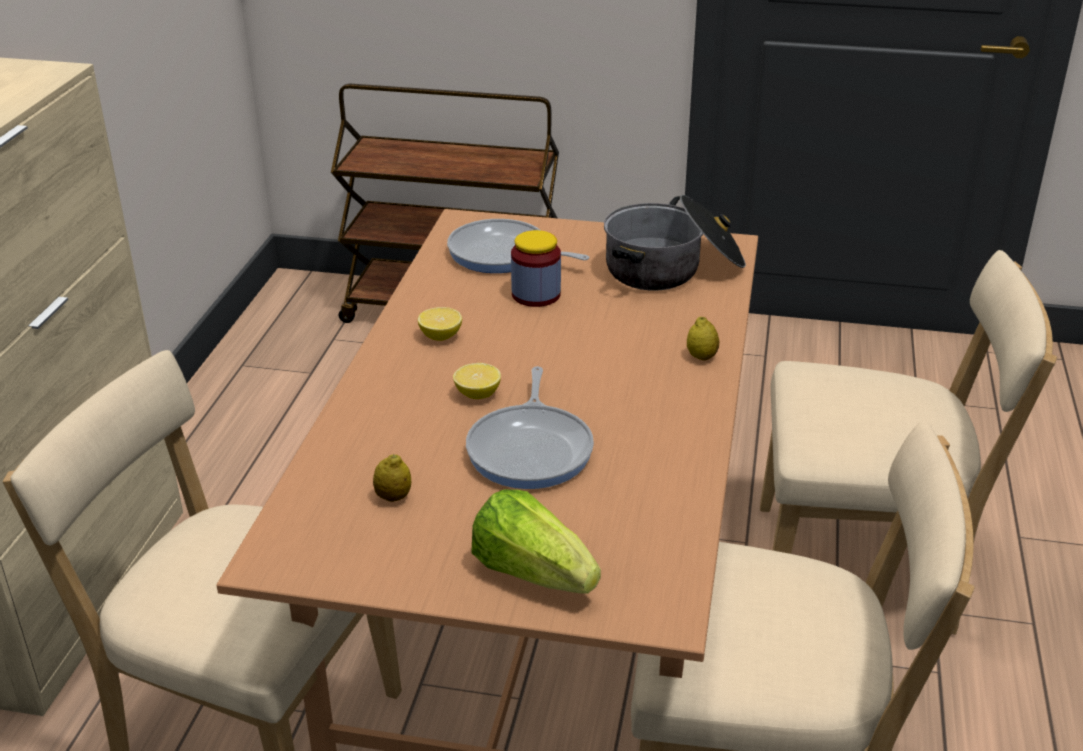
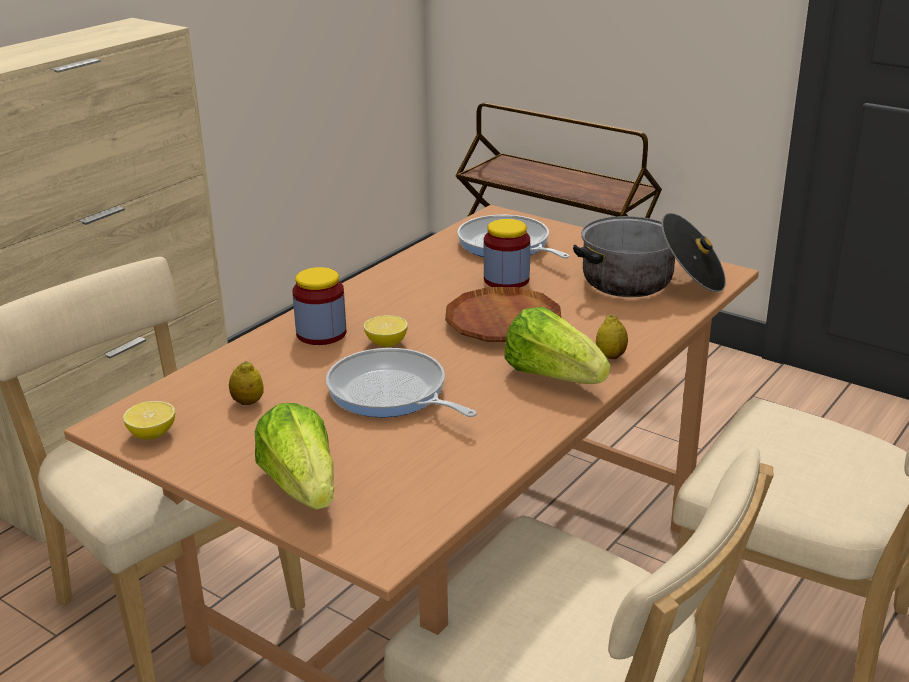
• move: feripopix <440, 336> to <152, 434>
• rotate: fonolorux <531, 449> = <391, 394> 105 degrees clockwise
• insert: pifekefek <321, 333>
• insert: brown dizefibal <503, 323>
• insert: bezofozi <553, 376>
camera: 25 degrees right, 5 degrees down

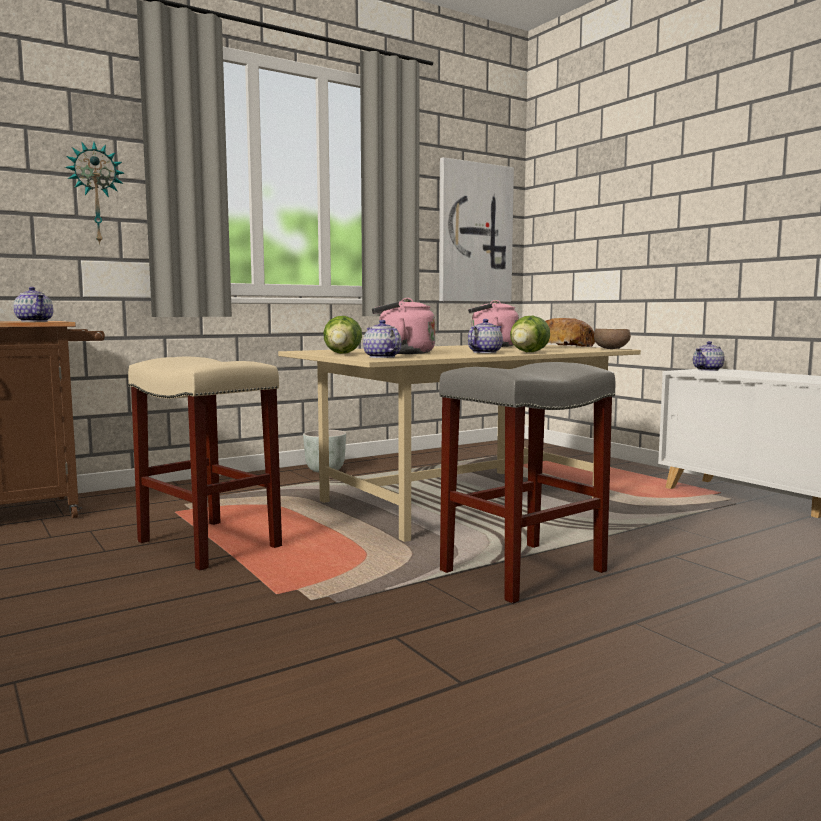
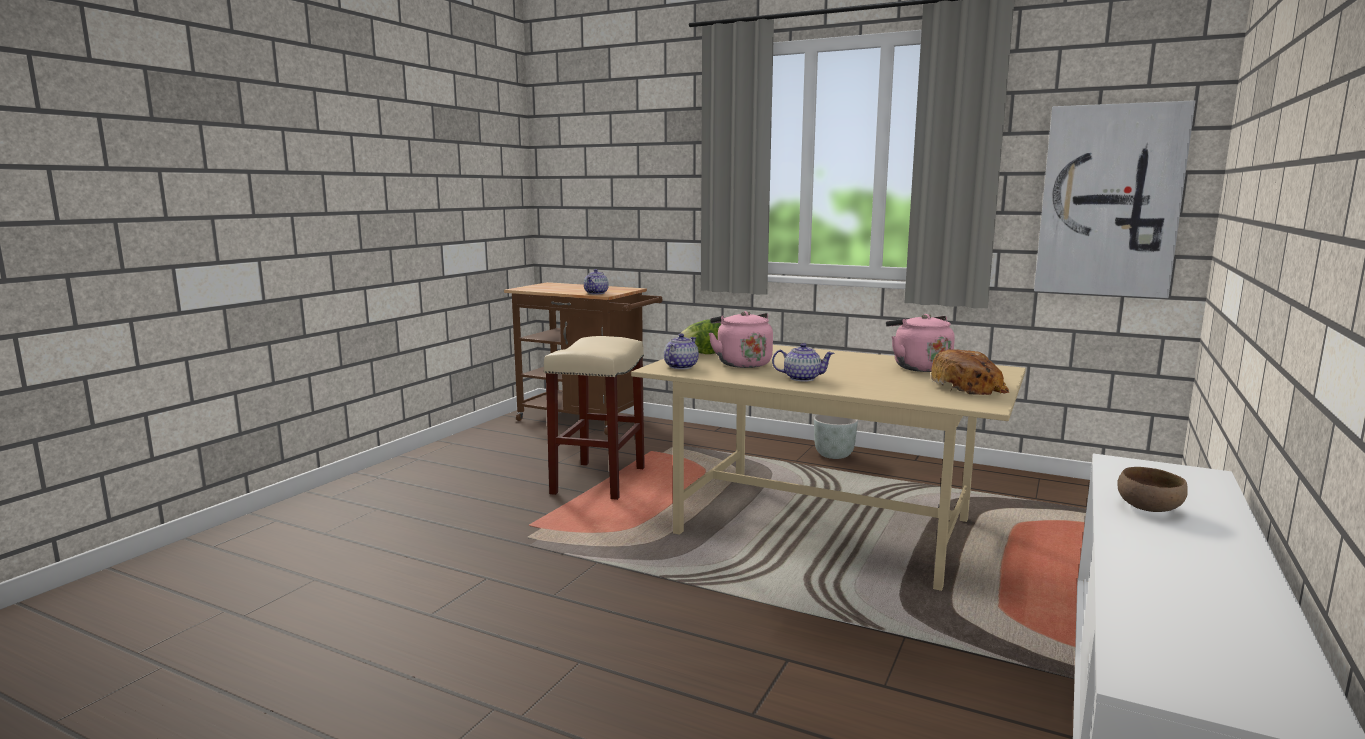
• delete: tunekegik <95, 193>
• delete: bezofozi <528, 352>
• move: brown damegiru <612, 349> to <1150, 509>
• delete: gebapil <708, 370>
• delete: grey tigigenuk <522, 572>
camera: 60 degrees right, 5 degrees up

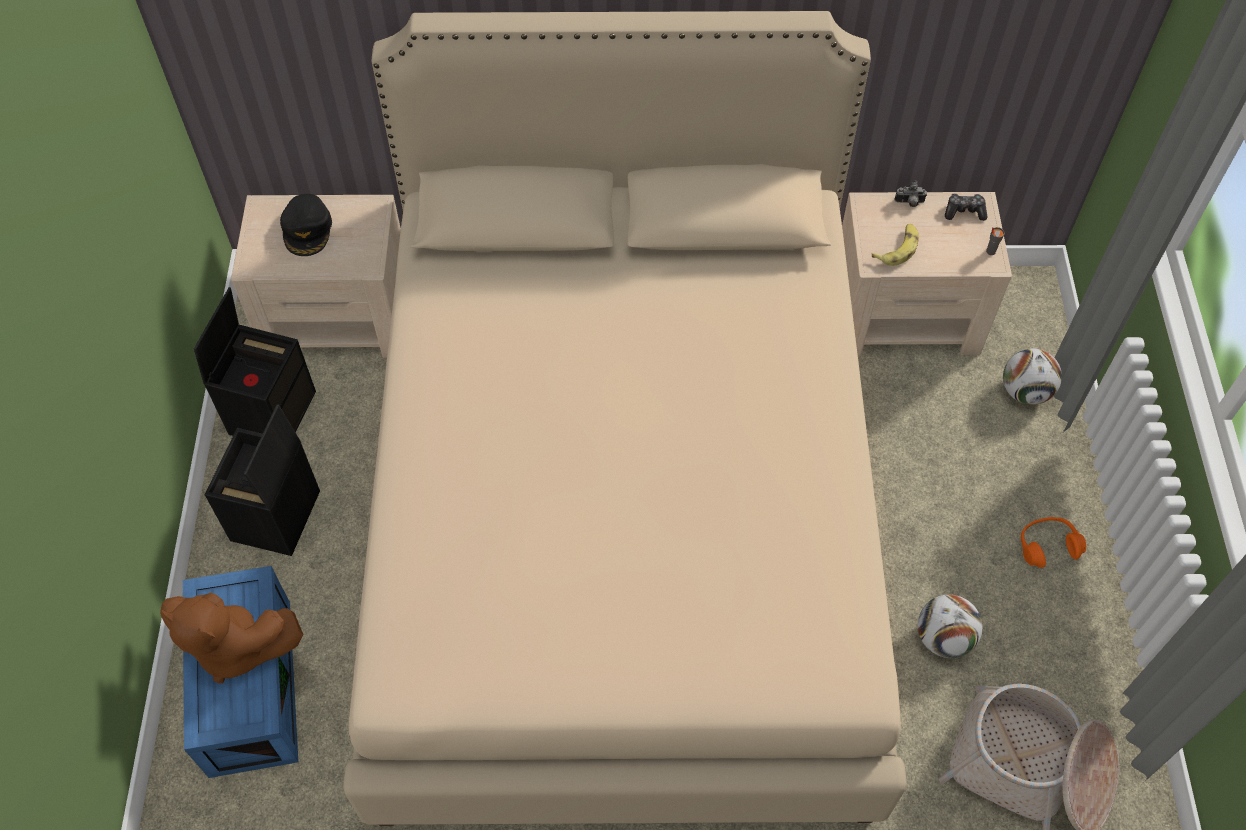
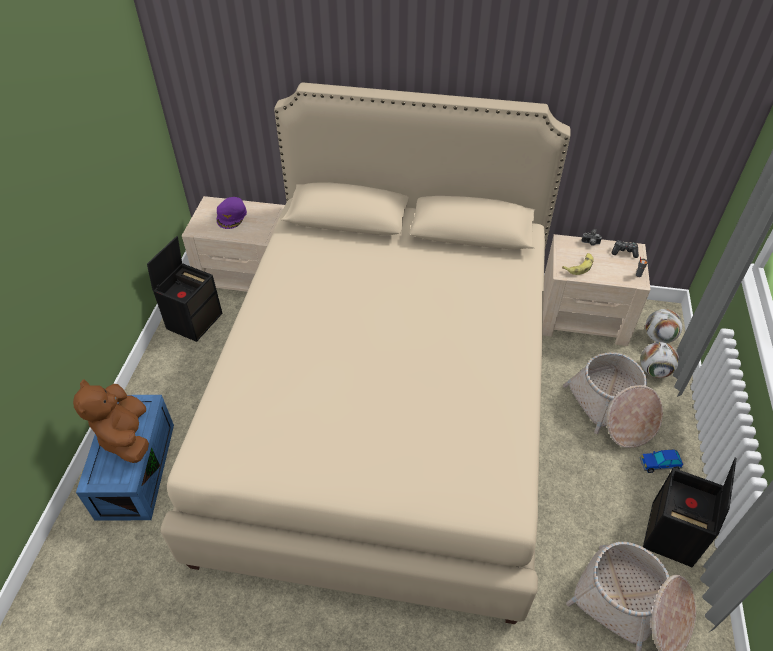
• recolor: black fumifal <307, 229> to purple fumifal <231, 216>
• move: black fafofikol <276, 517> to <672, 535>
• replace: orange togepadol <1047, 546> to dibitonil <659, 464>
• rotate: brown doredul <235, 646> = <126, 437> 45 degrees clockwise
• move: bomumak <943, 638> to <658, 337>
• insert: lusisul <612, 410>
camera: 10 degrees right, 10 degrees down

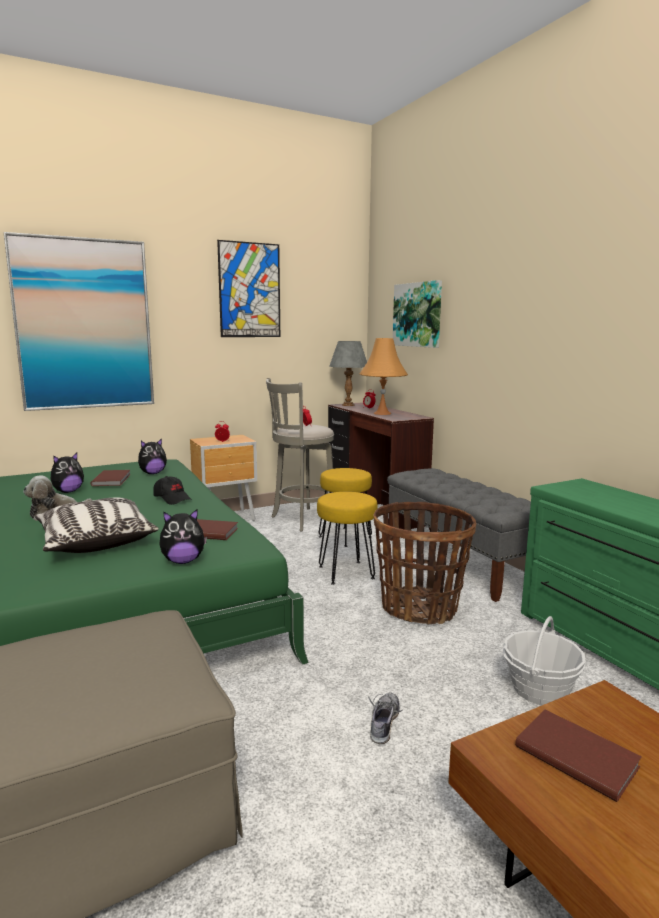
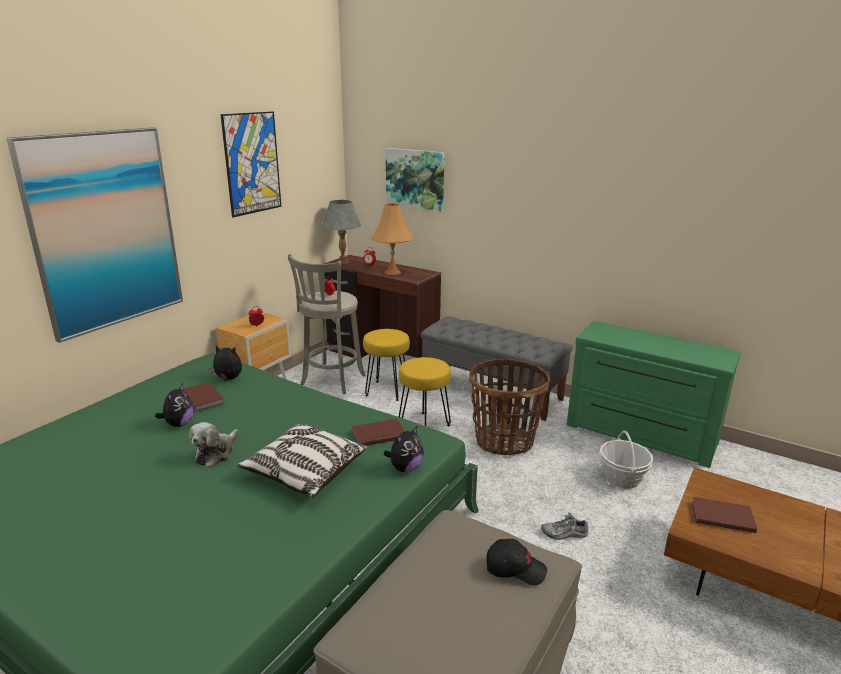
• rotate: doredul <152, 473> = <228, 379> 105 degrees counterclockwise
• move: black fumifal <172, 498> to <515, 569>
• rotate: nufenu <384, 723> = <564, 534> 75 degrees counterclockwise
camera: 30 degrees left, 10 degrees up

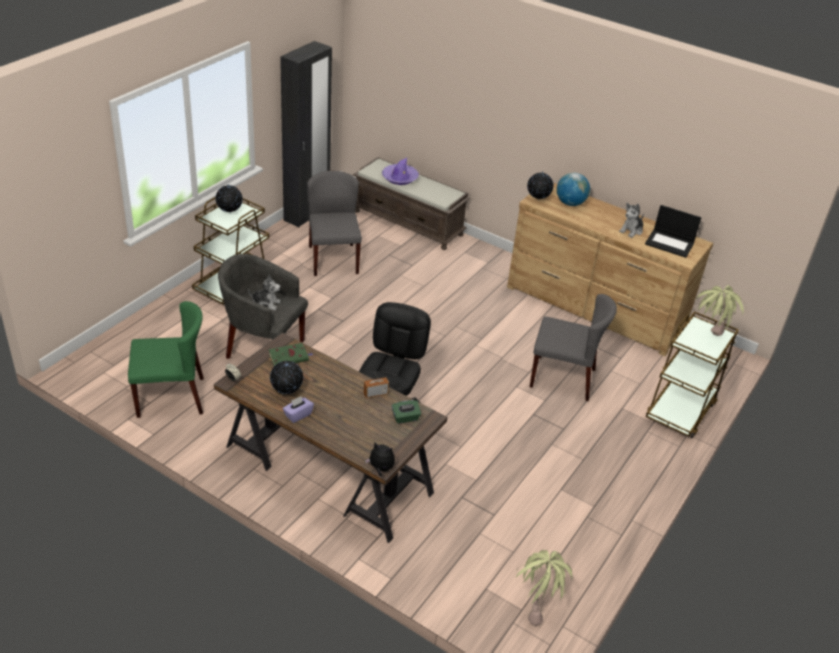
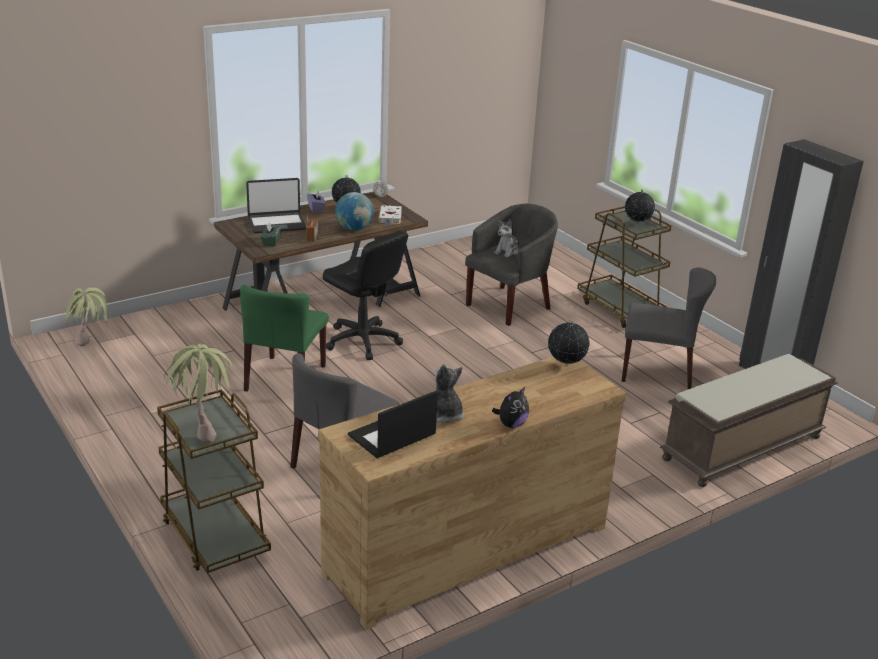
• delete: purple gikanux <400, 178>
• move: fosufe <570, 203> to <354, 229>
• move: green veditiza <171, 397> to <285, 378>
• recolor: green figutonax <289, 357> to white figutonax <390, 217>
• move: doredul <380, 469> to <511, 424>
• insert: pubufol <276, 224>
camera: 115 degrees right, 10 degrees down

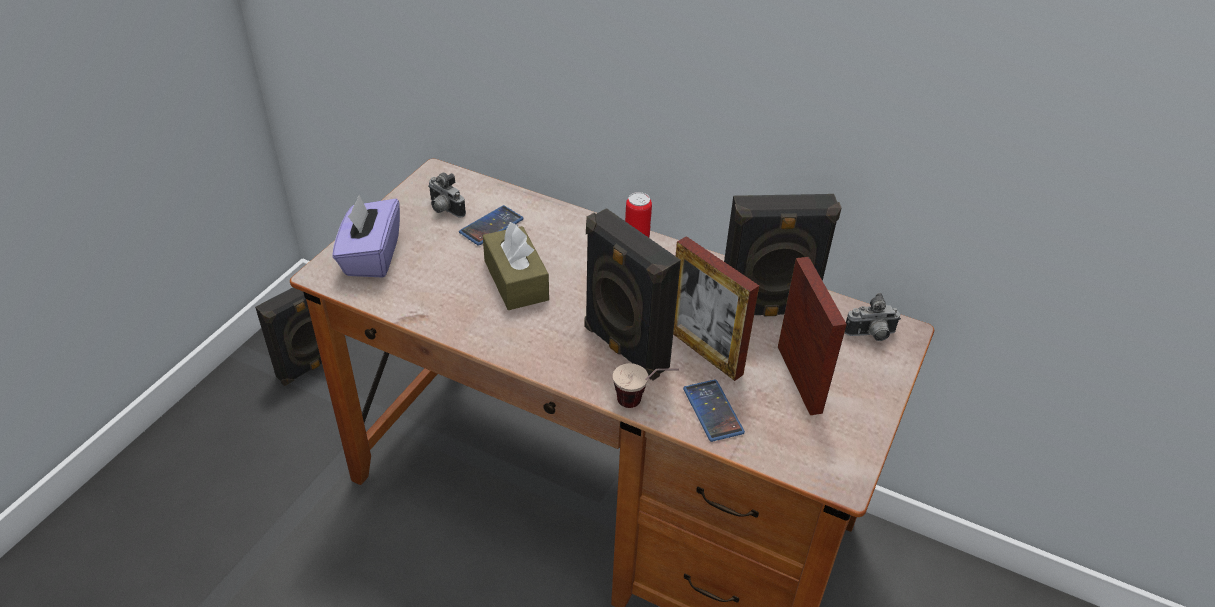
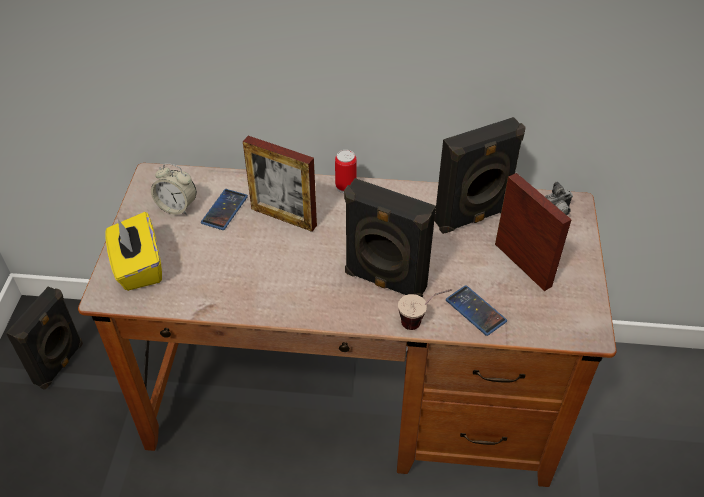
• replace: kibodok <444, 210> to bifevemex <177, 207>
• recolor: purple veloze <371, 256> to yellow veloze <138, 267>
• delete: brown veloze <516, 280>
• move: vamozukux <705, 352> to <283, 217>
camera: 20 degrees left, 5 degrees up

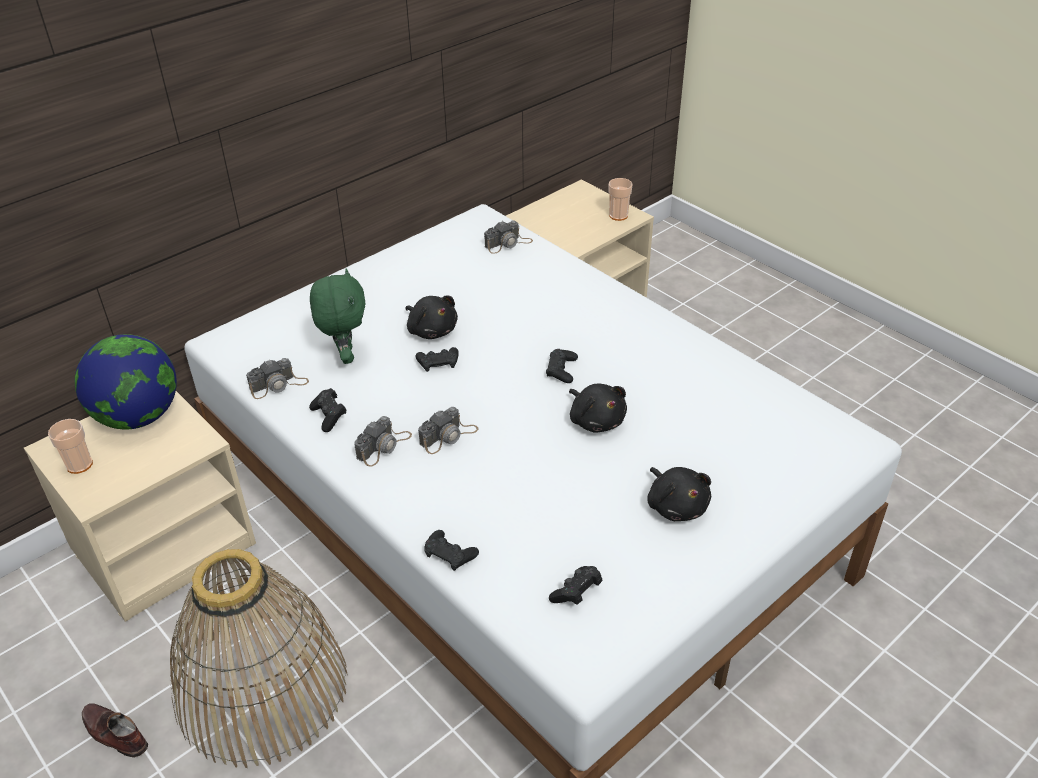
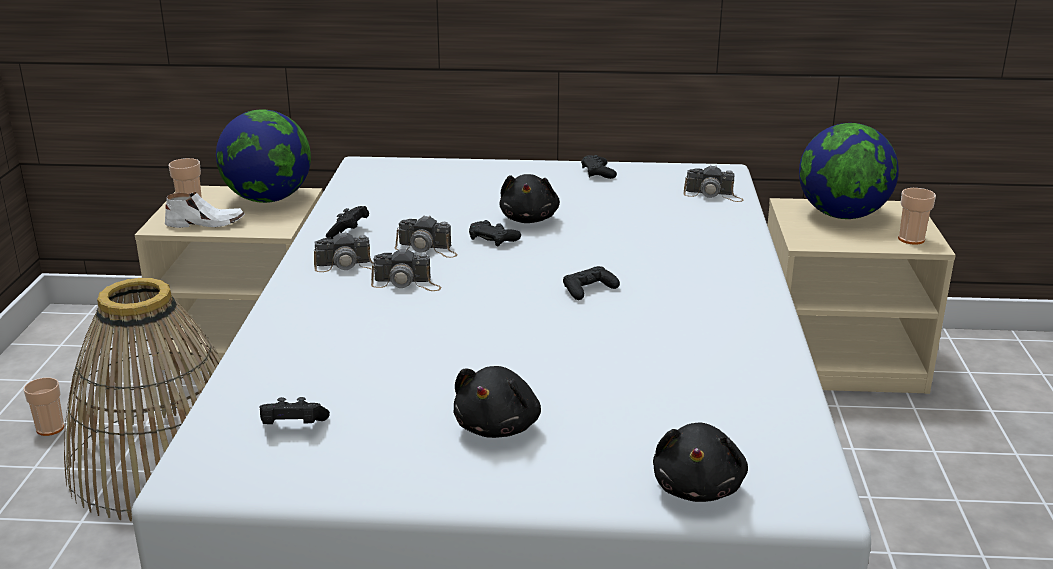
• delete: green doredul <345, 355>
• move: kibodok <278, 385> to <427, 249>
• move: black doredul <596, 420> to <698, 487>
• move: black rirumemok <450, 554> to <598, 173>
• replace: brown nufenu <114, 734> to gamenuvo <50, 428>
• insert: fosufe <842, 215>
• insert: white nufenu <206, 223>
camera: 45 degrees right, 15 degrees down

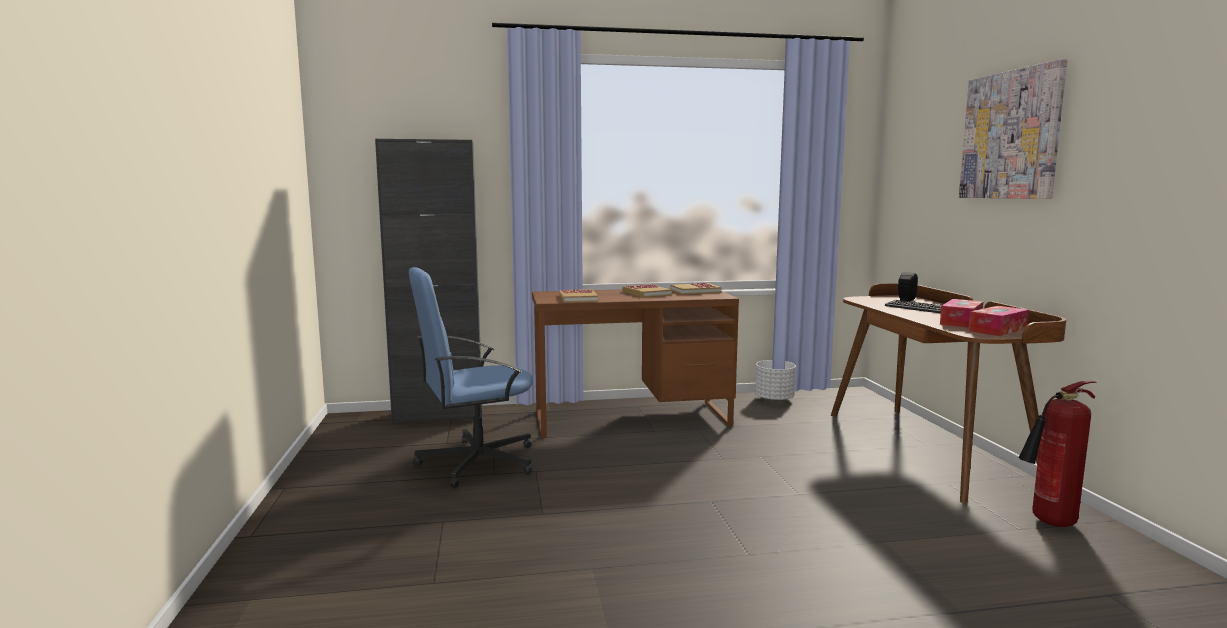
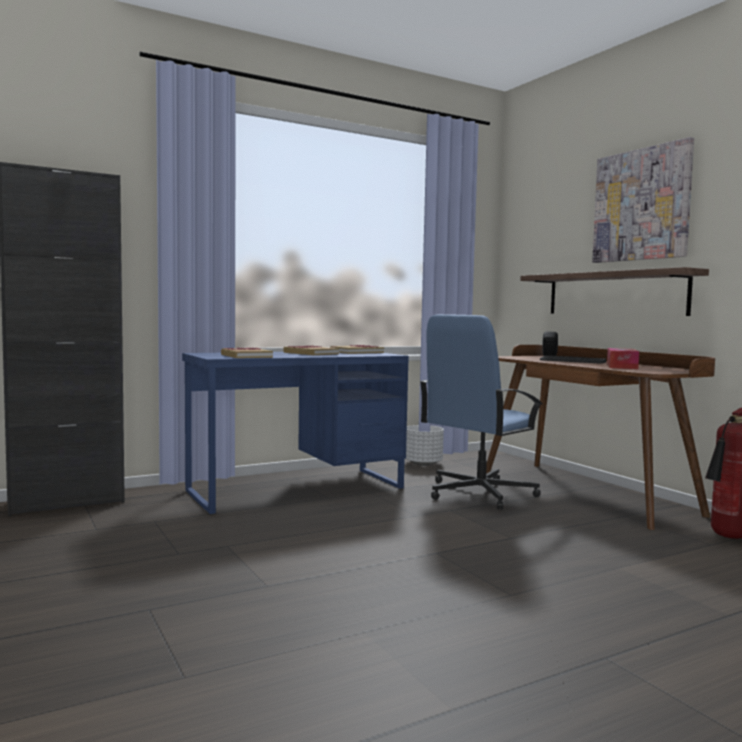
• move: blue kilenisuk <476, 462> to <478, 493>
• recolor: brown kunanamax <632, 418> to blue kunanamax <297, 489>
• delete: veloze <998, 330>
• insert: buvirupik <614, 294>
camera: 20 degrees left, 5 degrees down

